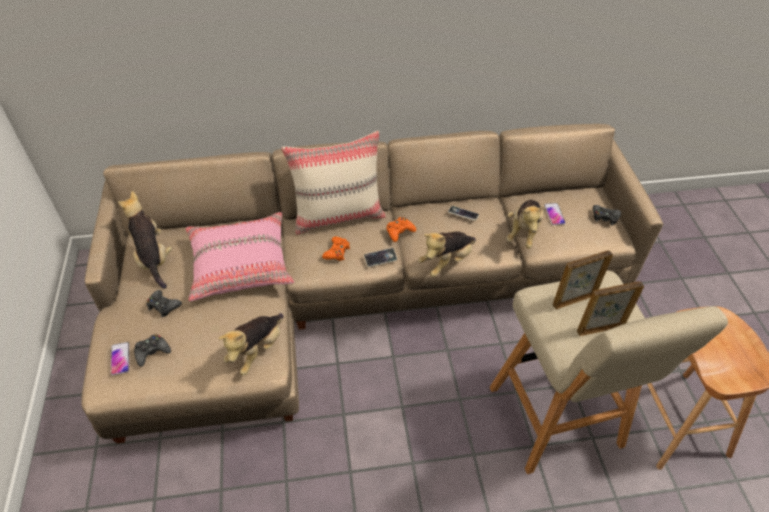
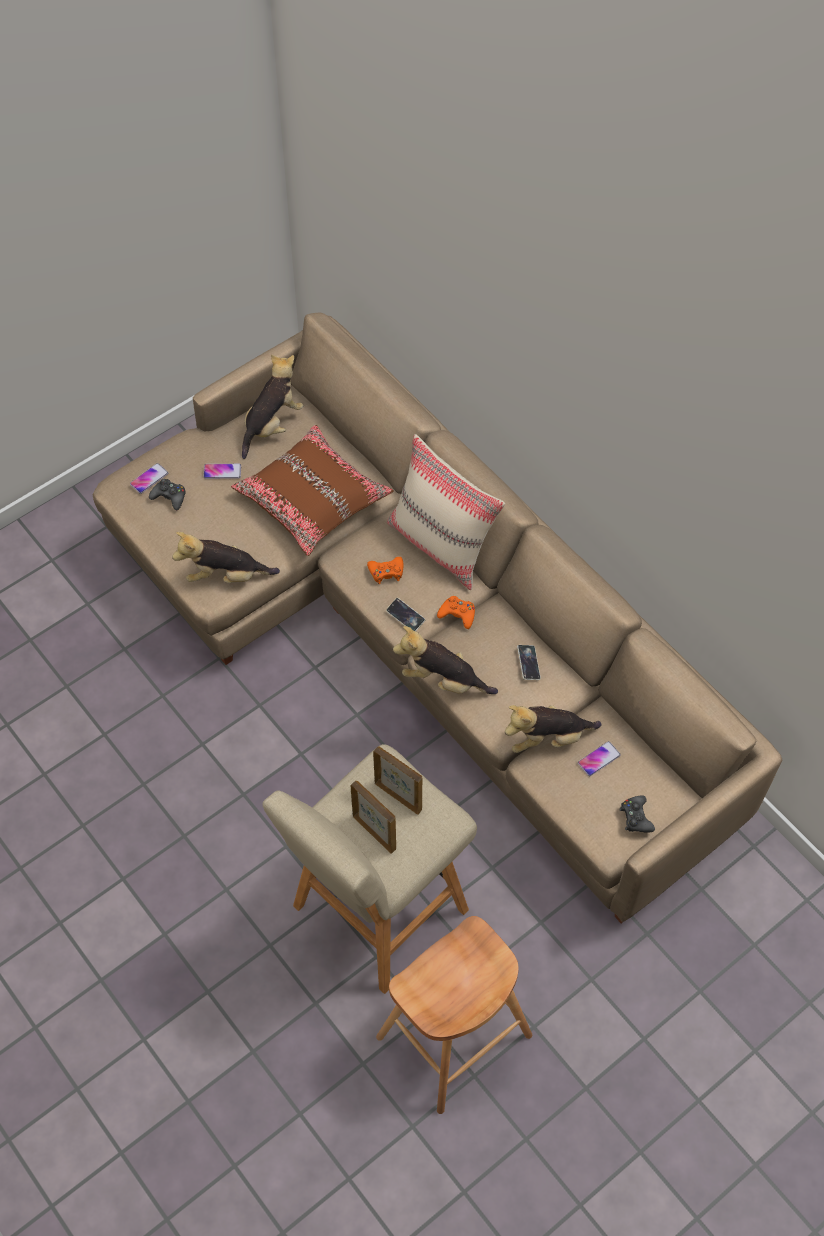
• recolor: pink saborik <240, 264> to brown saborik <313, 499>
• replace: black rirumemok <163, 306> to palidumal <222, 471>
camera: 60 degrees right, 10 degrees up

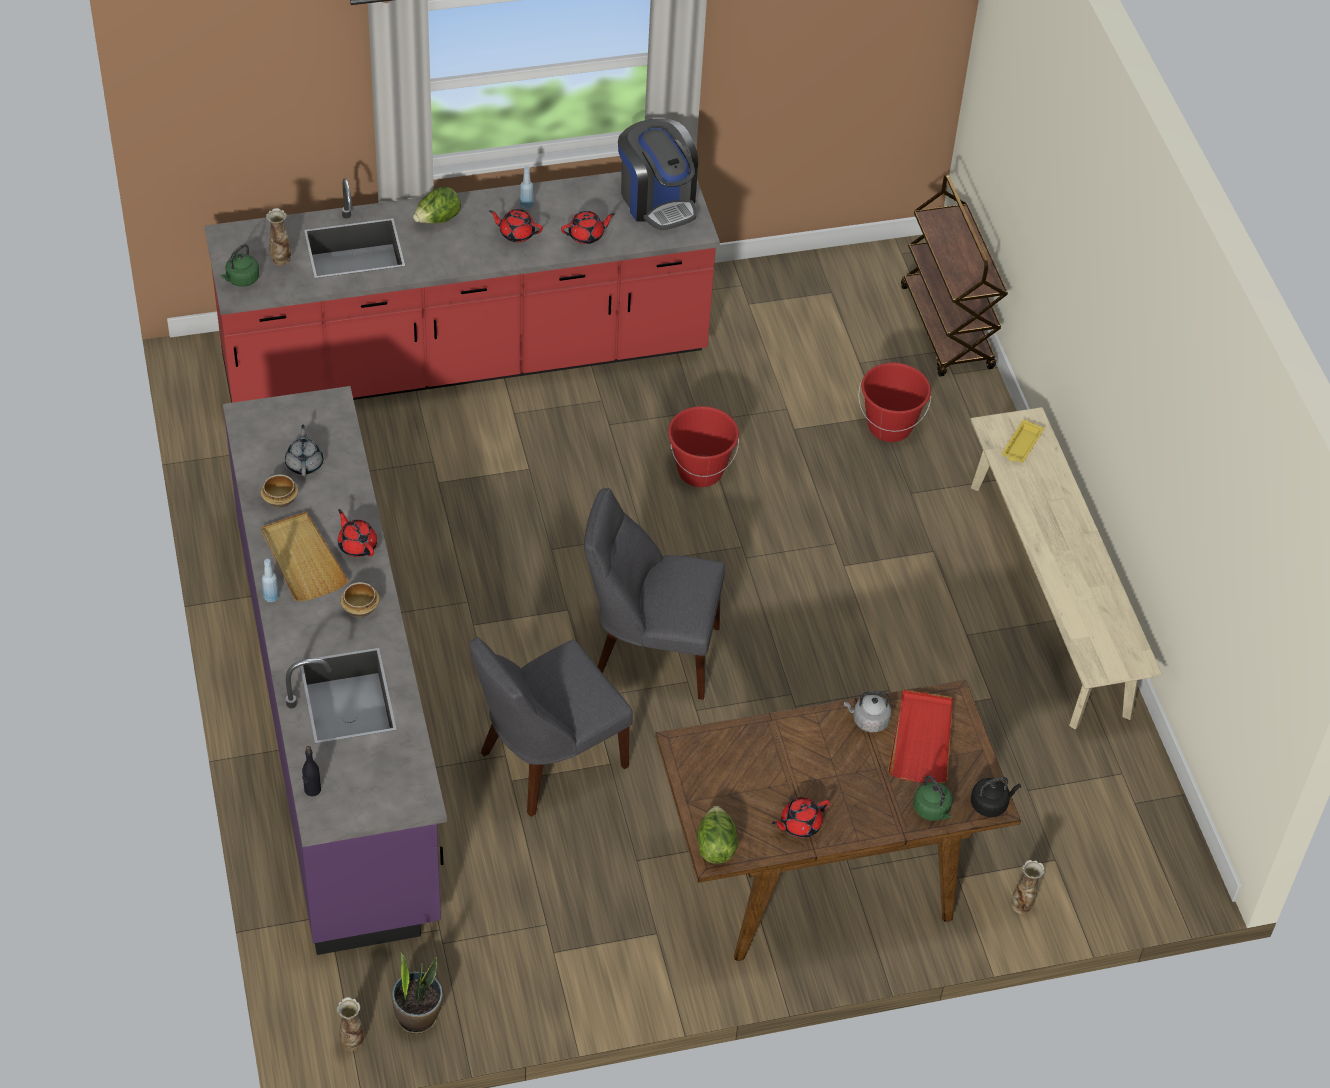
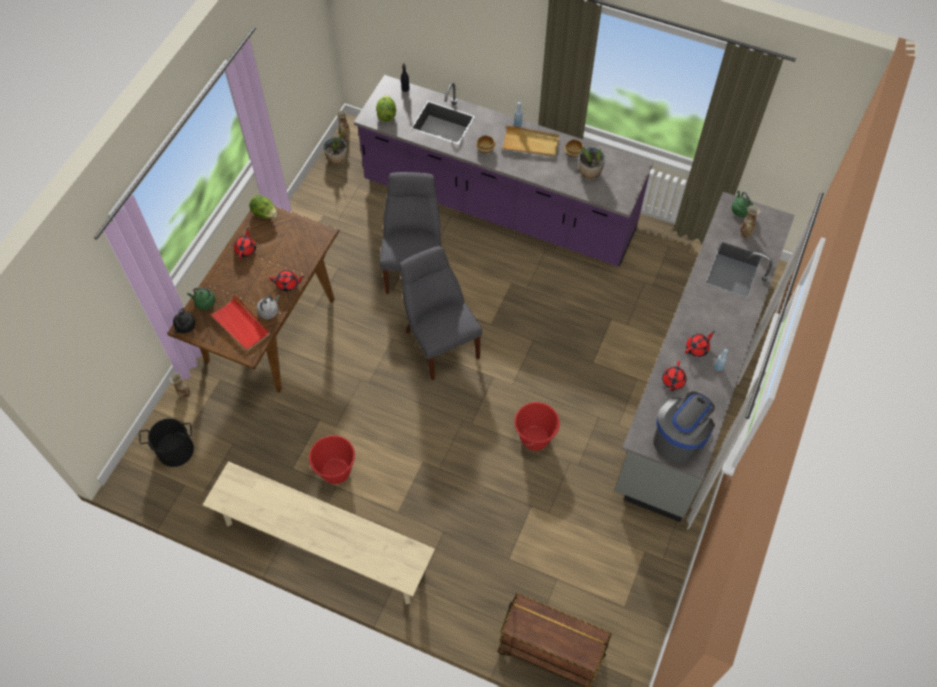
• rotate: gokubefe <658, 200> = <679, 437> 120 degrees clockwise
• recolor: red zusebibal <465, 360> to grey zusebibal <691, 379>
• move: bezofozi <437, 220> to <386, 114>
• move: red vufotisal <889, 426> to <336, 471>
• delete: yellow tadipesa <1021, 445>
• replace: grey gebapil <304, 463> to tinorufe <589, 172>
• rotate: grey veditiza <650, 651> = <440, 341> 75 degrees counterclockwise
• move: red gebapil <357, 545> to <288, 284>
• insert: black vufotisal <175, 449>
camera: 130 degrees right, 10 degrees up

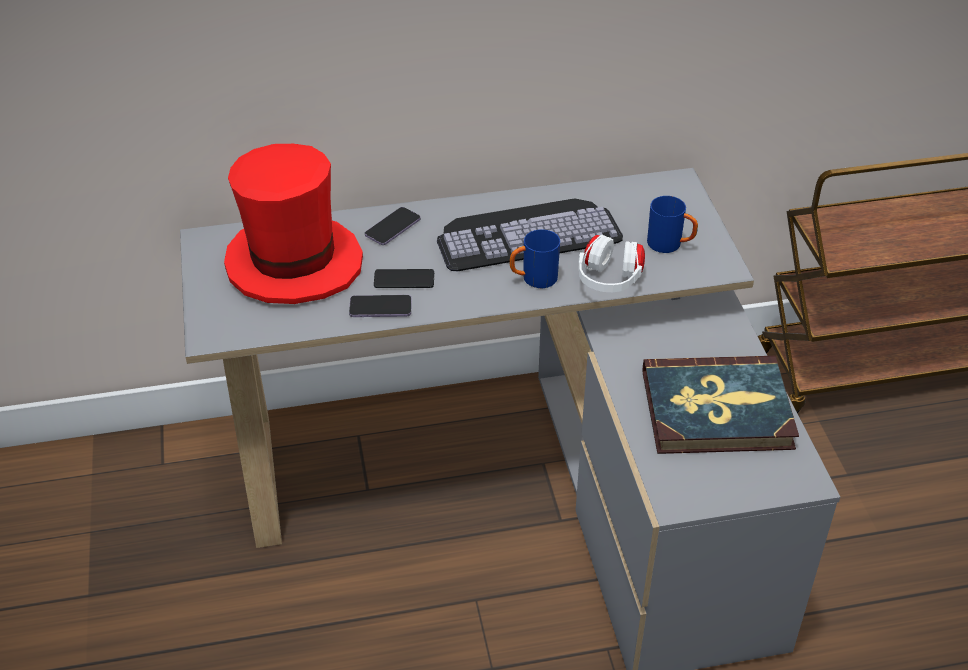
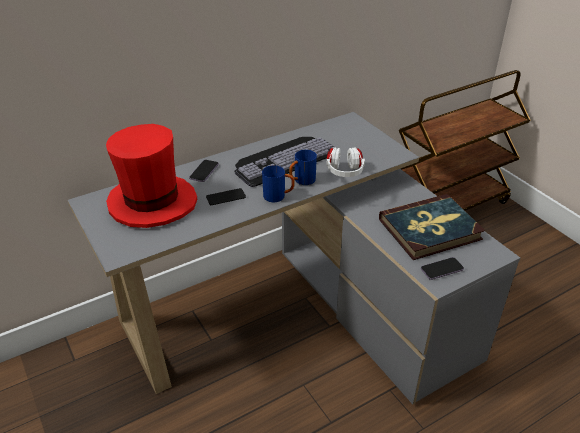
• move: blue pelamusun <670, 245> to <278, 196>
• move: palidumal <380, 308> to <442, 269>
camera: 20 degrees left, 5 degrees down

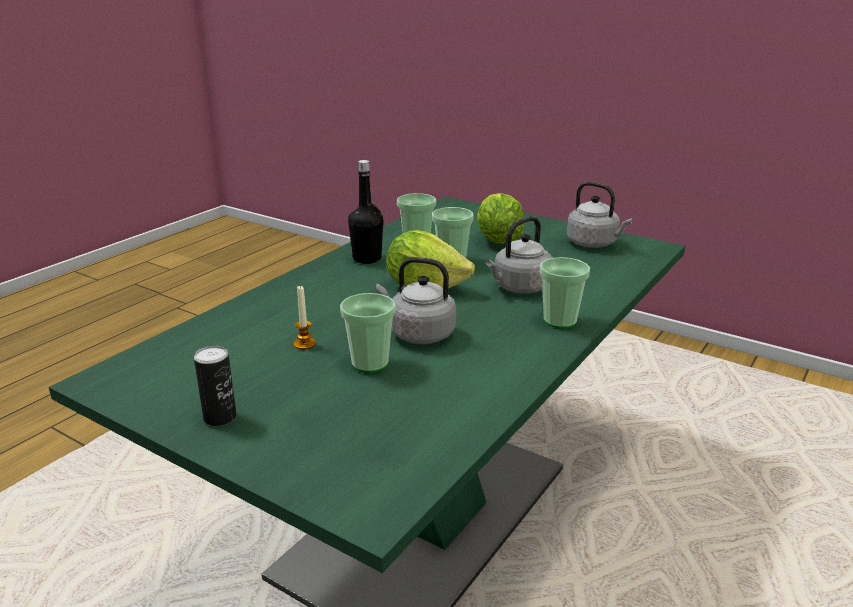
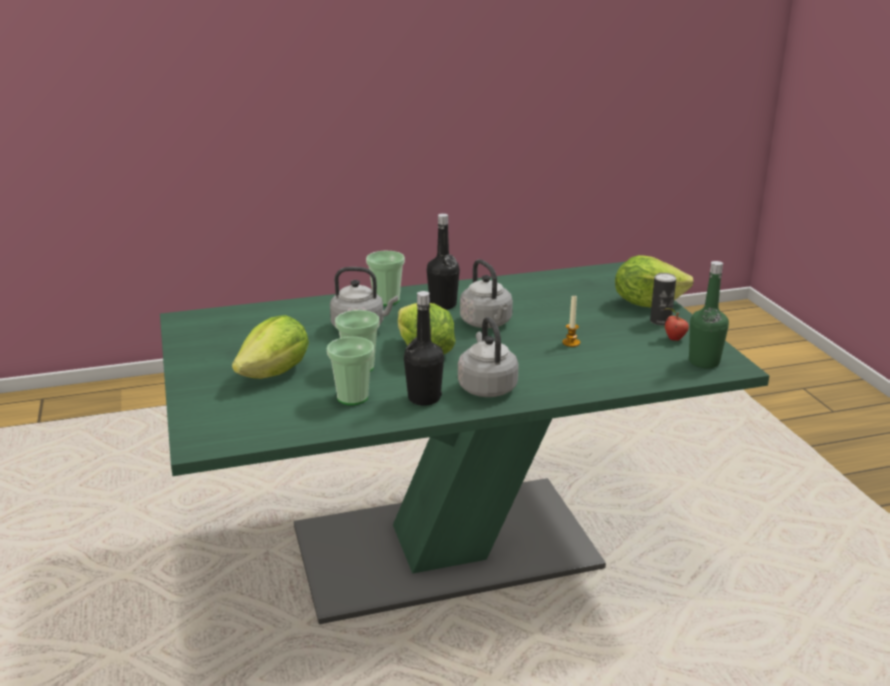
• move: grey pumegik <594, 243> to <486, 387>
• delete: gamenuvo <370, 363>
• insert: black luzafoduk <443, 305>
• insert: bezofozi <647, 303>
• insert: green luzafoduk <704, 362>
• insert: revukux <673, 339>
camera: 140 degrees left, 0 degrees up

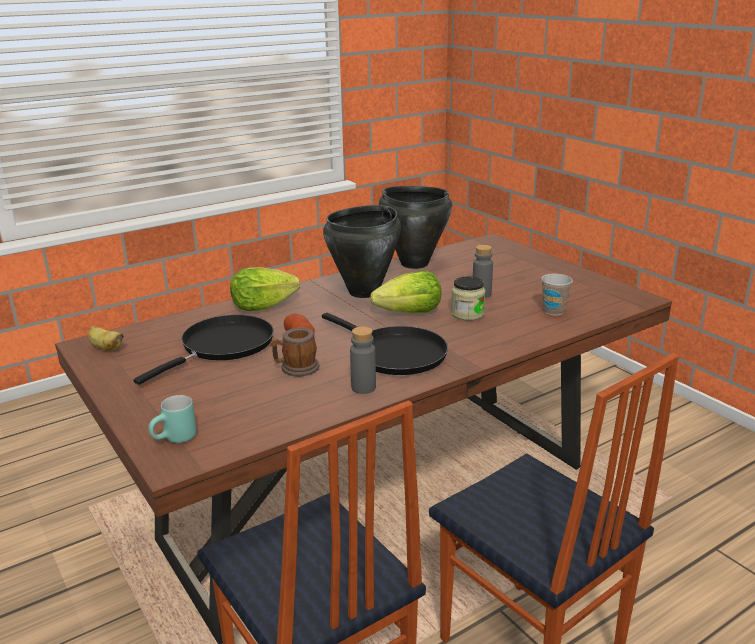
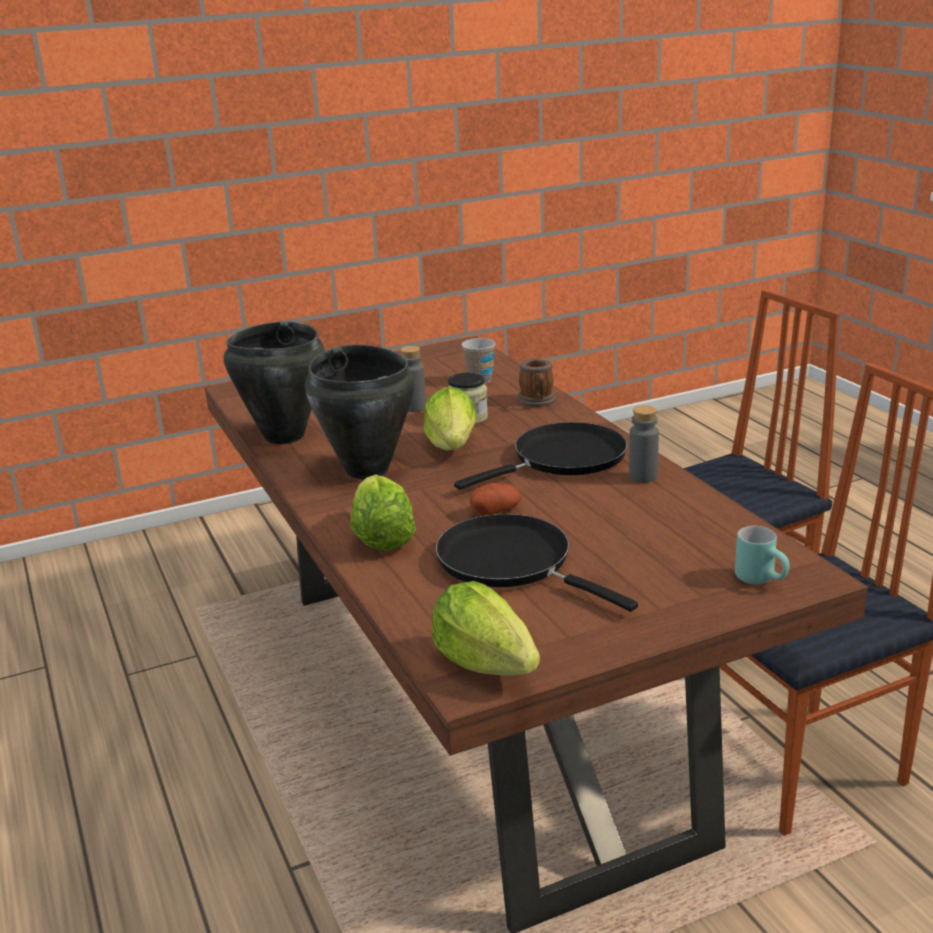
• replace: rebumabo <105, 348> to bezofozi <485, 663>
• move: pelamusun <296, 368> to <537, 401>
camera: 80 degrees left, 0 degrees up

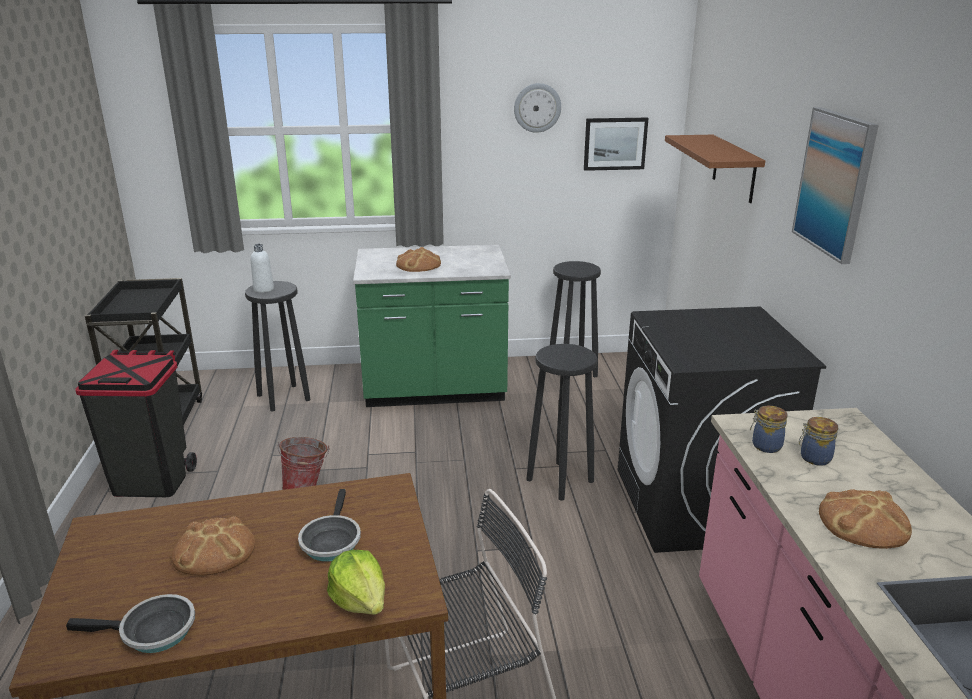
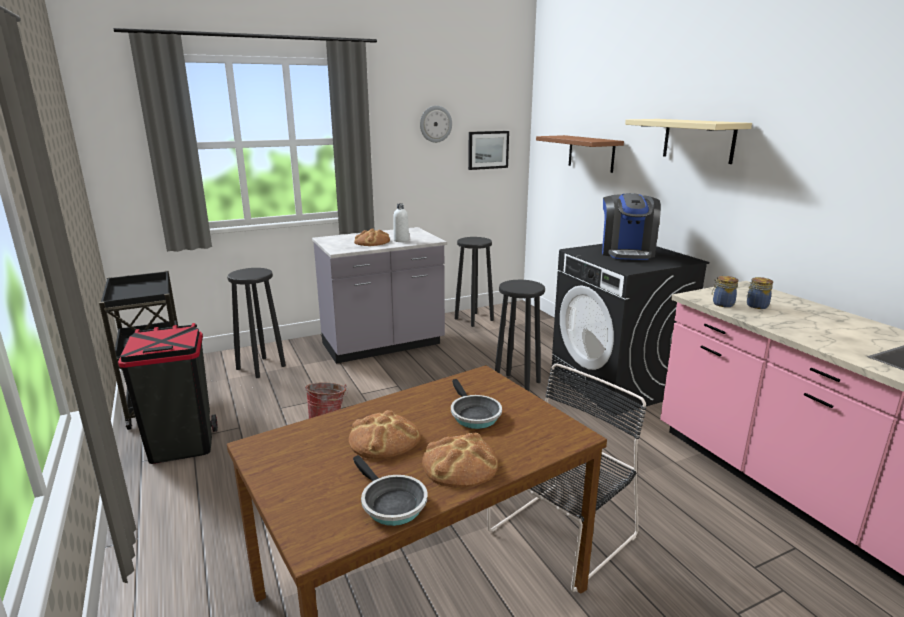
• replace: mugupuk <835, 183> to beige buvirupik <698, 140>
• move: white luzafoduk <263, 289> to <401, 240>
• recolor: green zusebibal <434, 392> to grey zusebibal <383, 345>
• move: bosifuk <864, 522> to <460, 464>
• delete: bezofozi <360, 600>
• rotate: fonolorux <152, 632> = <390, 504> 75 degrees clockwise
• insert: gokubefe <627, 252>
camera: 20 degrees left, 5 degrees down

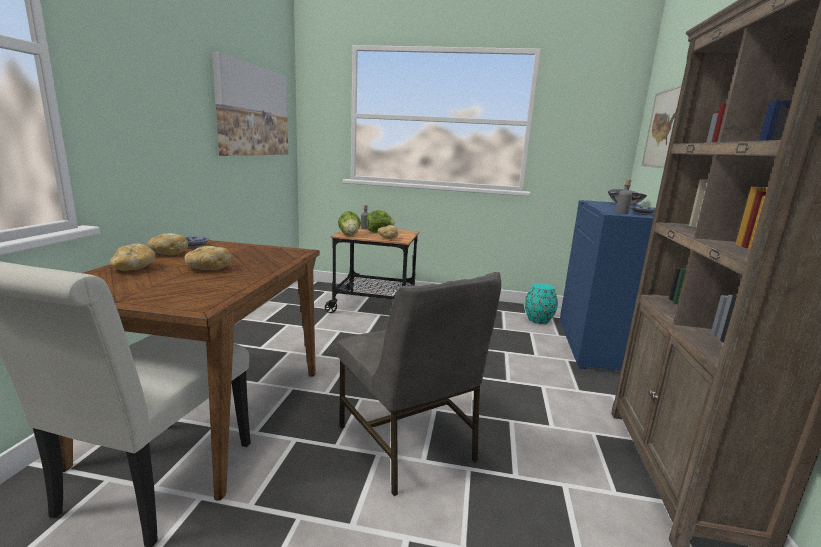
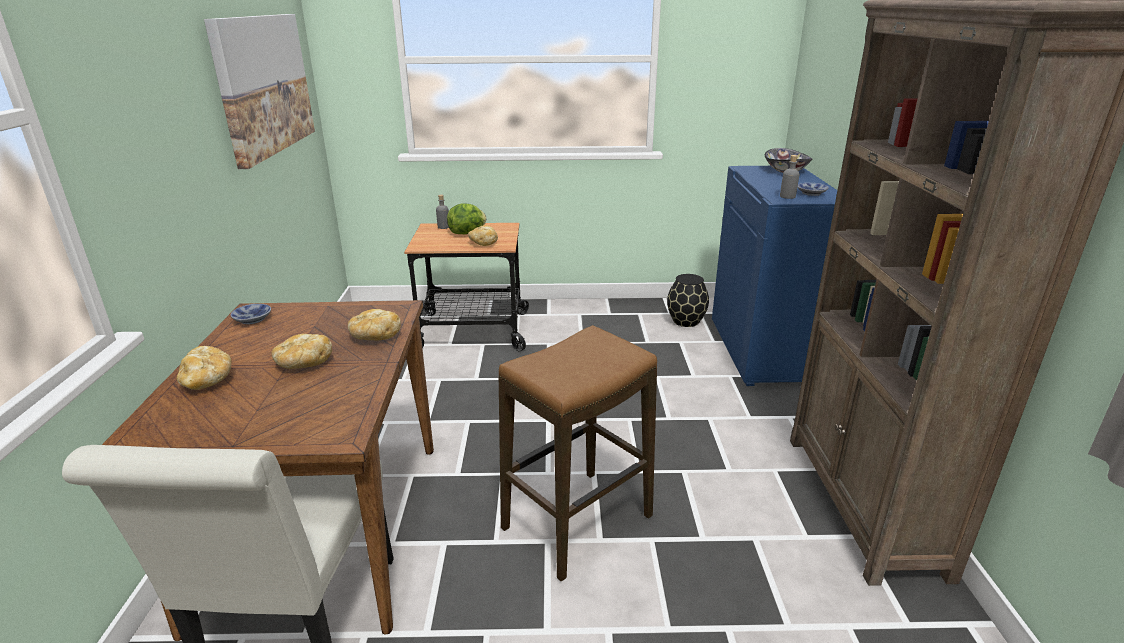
• delete: mugupuk <663, 128>
• delete: bezofozi <349, 235>
• move: bosifuk <168, 253> to <374, 337>
• replace: grey veditiza <408, 444> to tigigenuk <577, 523>
• recolor: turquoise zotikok <538, 320> to black zotikok <685, 321>
camera: 10 degrees left, 10 degrees up

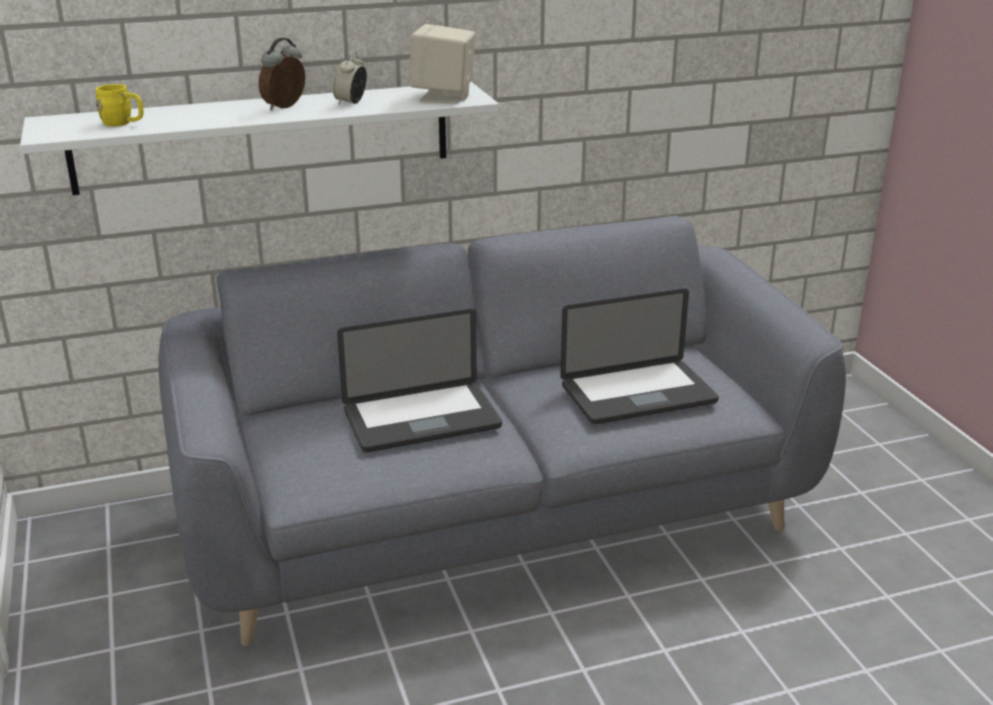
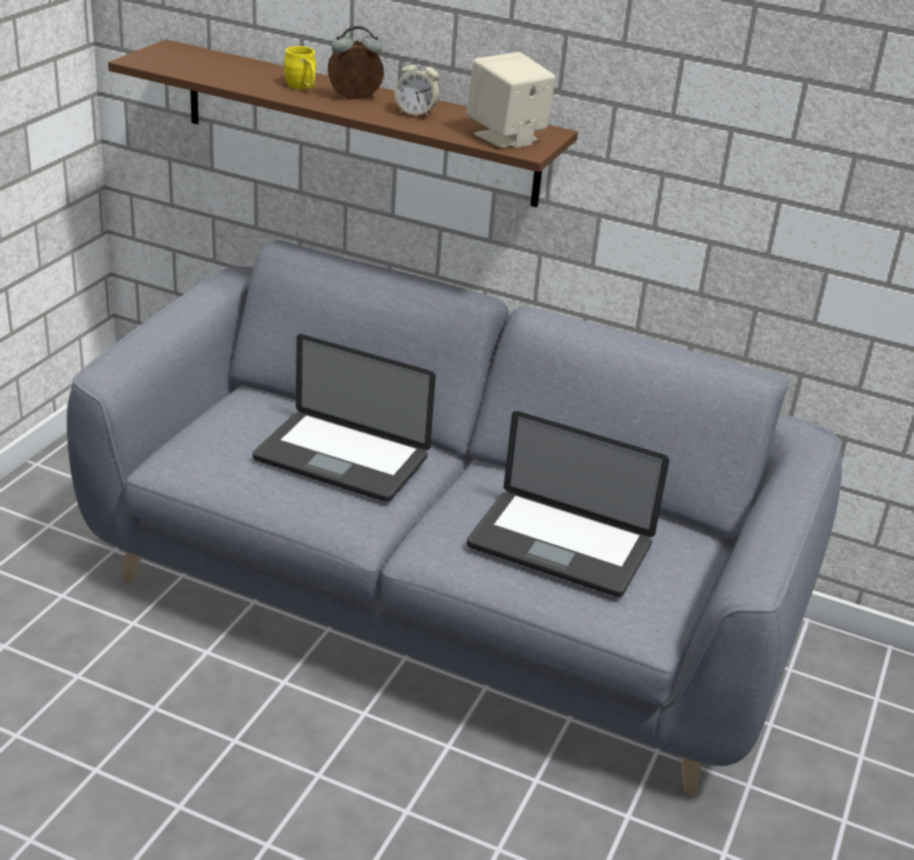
• rotate: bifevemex <351, 102> = <416, 113> 135 degrees counterclockwise
• recolor: white buvirupik <264, 137> to brown buvirupik <359, 123>
• move: yellow pelamusun <123, 123> to <303, 88>
camera: 40 degrees right, 5 degrees up

